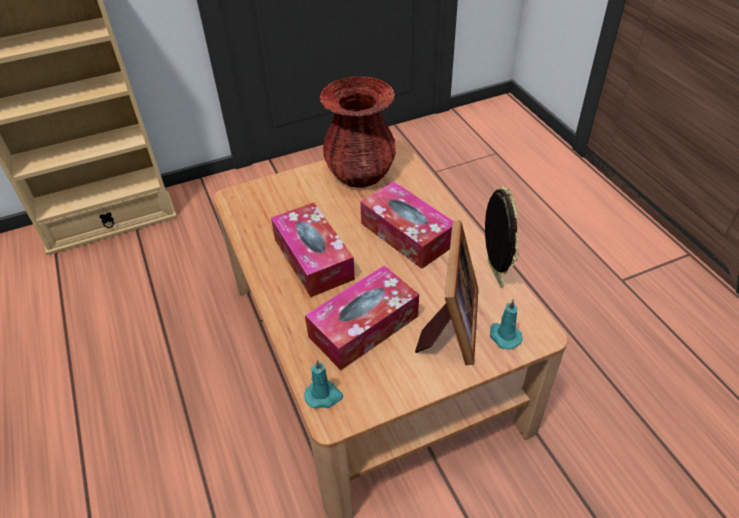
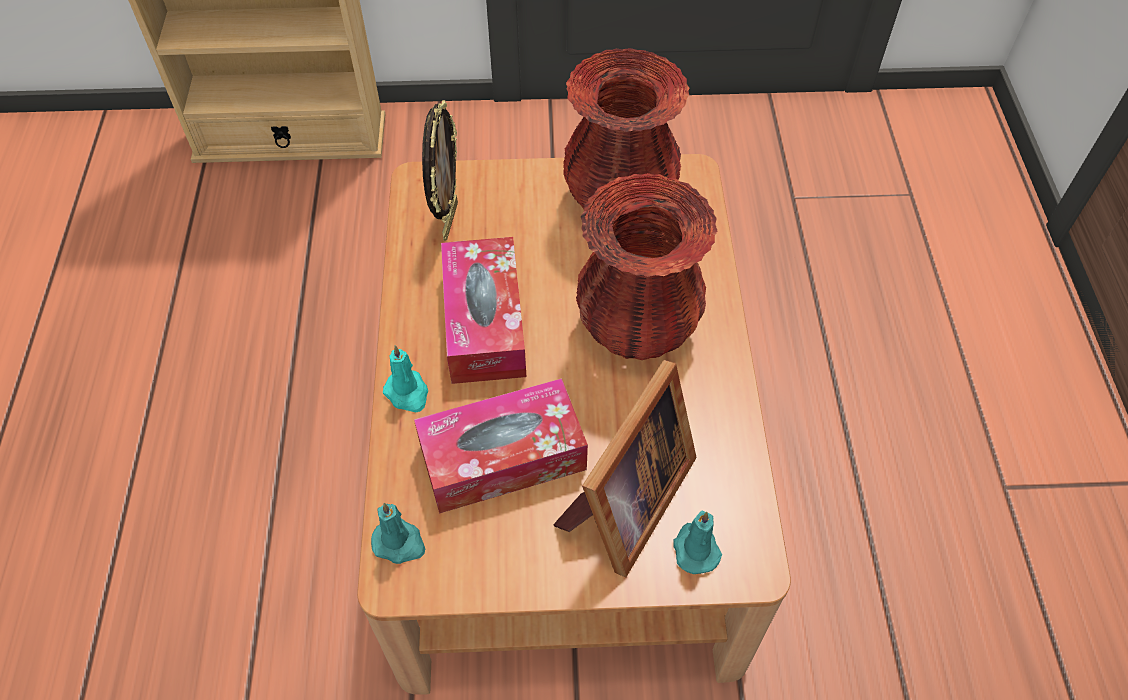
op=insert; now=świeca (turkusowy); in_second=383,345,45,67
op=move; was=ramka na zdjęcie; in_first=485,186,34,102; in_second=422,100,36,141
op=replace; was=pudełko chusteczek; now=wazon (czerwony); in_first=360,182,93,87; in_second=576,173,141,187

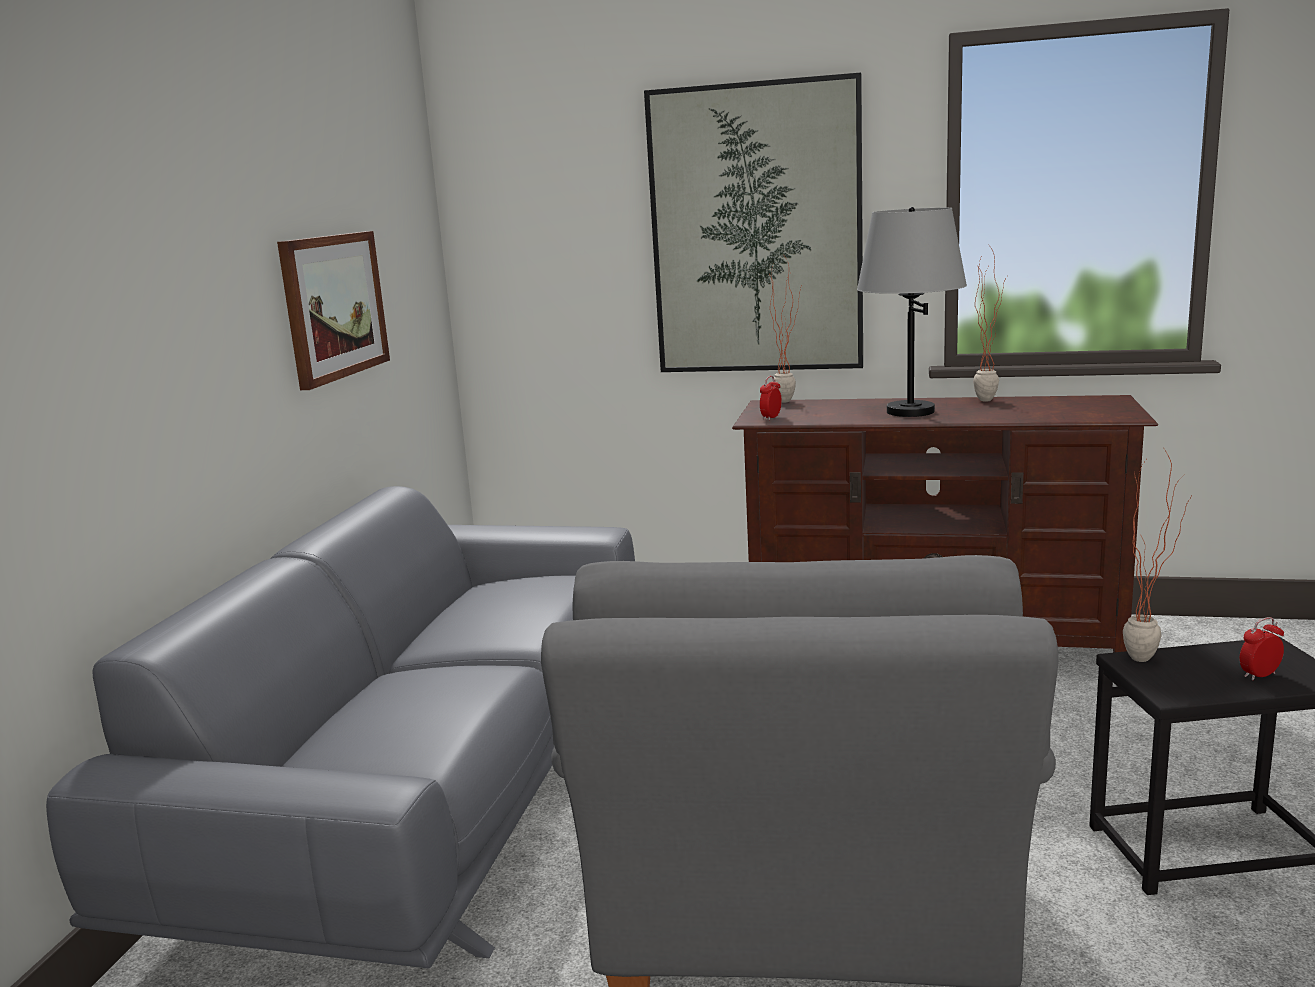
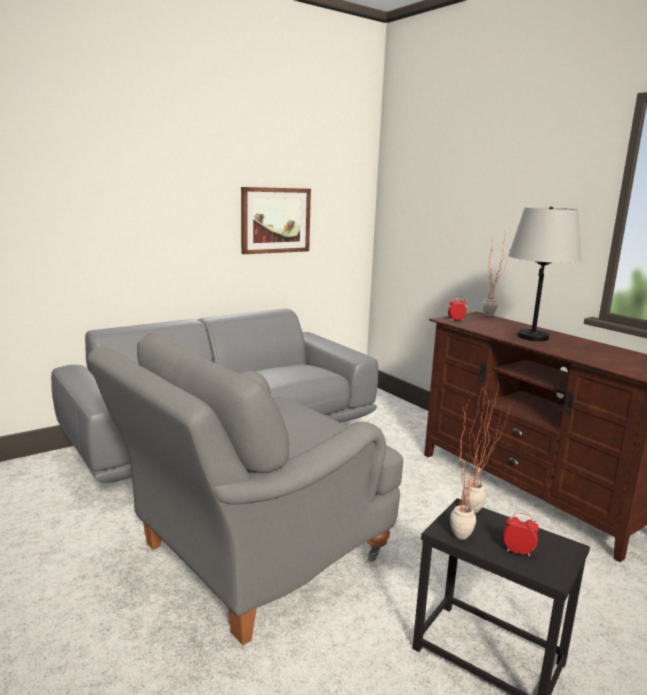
op=move; was=roślina doniczkowa; in_first=973,248,34,154; in_second=450,390,51,150
op=delete; was=obraz; in_first=644,72,219,300

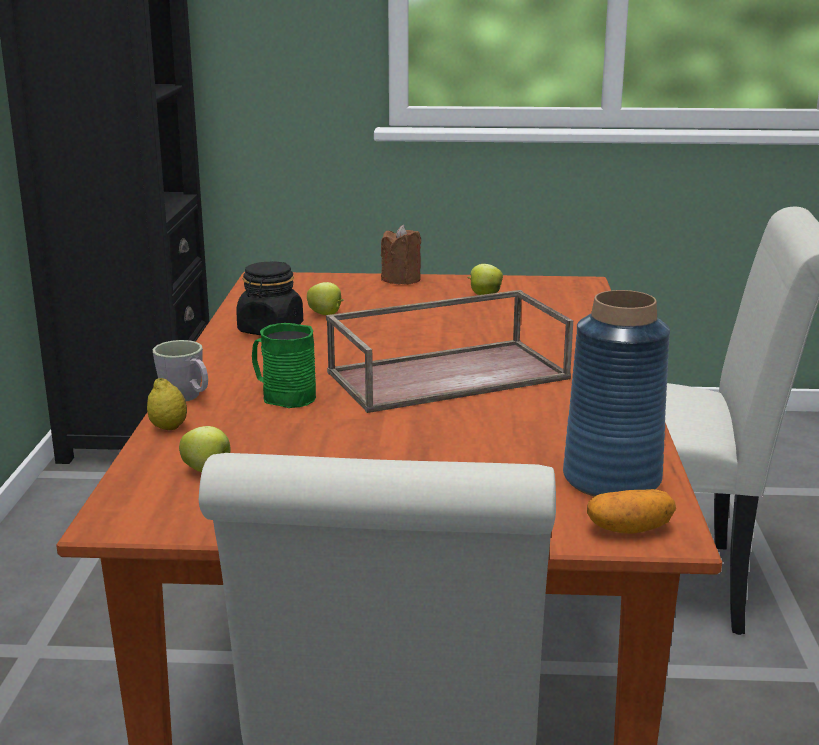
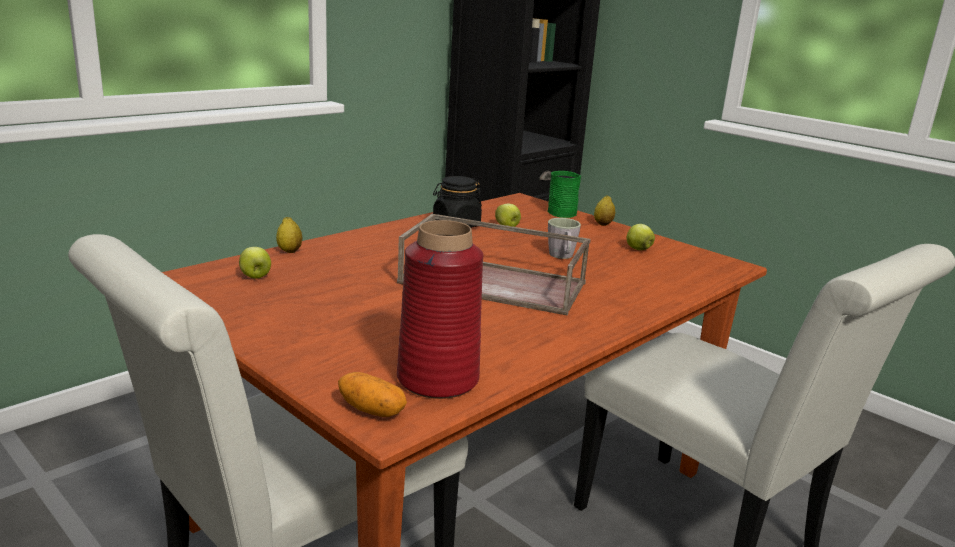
op=recolor; was=wazon (niebieski); now=wazon (czerwony); in_first=563,290,107,207; in_second=397,220,87,179
op=move; was=kubek (zielony); in_first=252,323,64,85; in_second=547,171,34,47
op=move; was=kubek (szary); in_first=153,340,55,61; in_second=548,218,33,41
op=replace; was=świeca (brązowy); now=cytryna; in_first=381,225,40,60; in_second=594,196,21,30

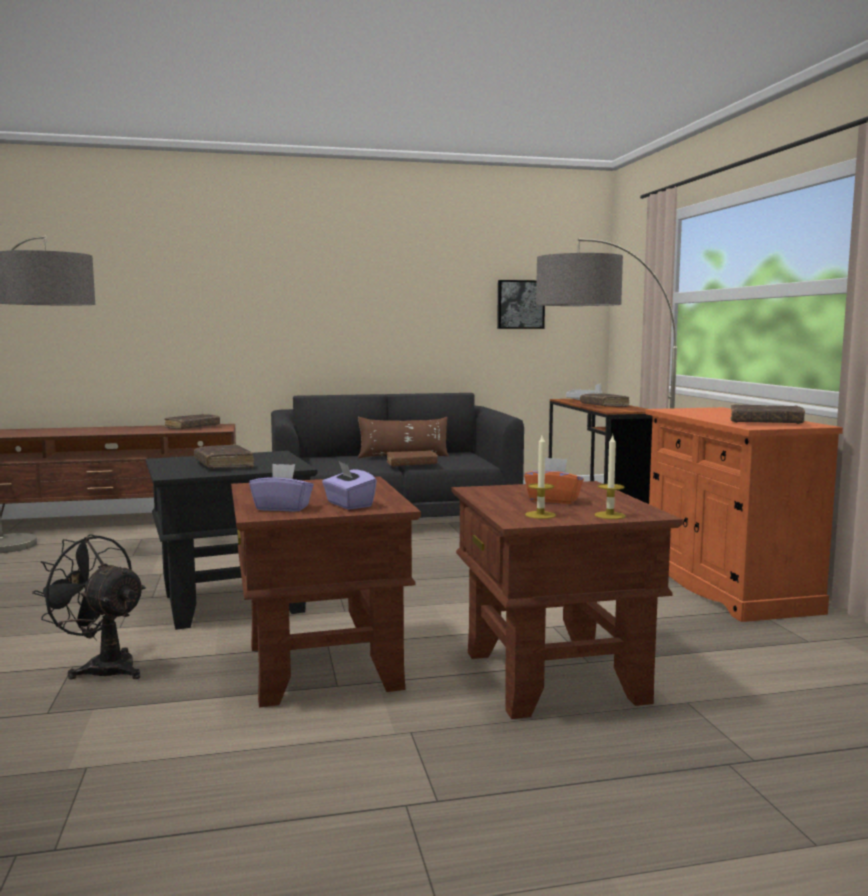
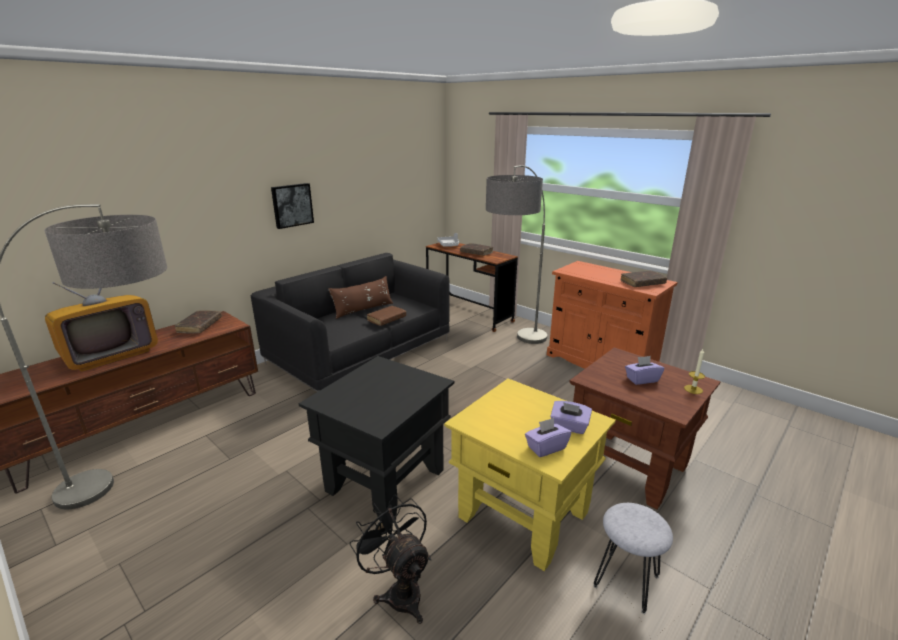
op=insert; now=telewizor; in_second=45,282,113,89
op=move; was=obraz; in_first=497,280,48,49; in_second=271,183,43,46
op=rotate; was=wentylator (czarny); in_first=32,535,114,145; in_second=350,495,81,129; clockwise=60
op=recolor; was=stolik (brązowy); now=stolik (żółty); in_first=231,476,190,231; in_second=444,378,172,193
op=insert; now=stołek (szary); in_second=593,503,80,111
op=recolor; was=pudełko chusteczek (pomarańczowy); now=pudełko chusteczek (fioletowy); in_first=524,457,60,47; in_second=625,356,39,29
op=delete; was=książka (brązowy); in_first=194,444,60,25
op=delete; was=świeca; in_first=525,435,31,84

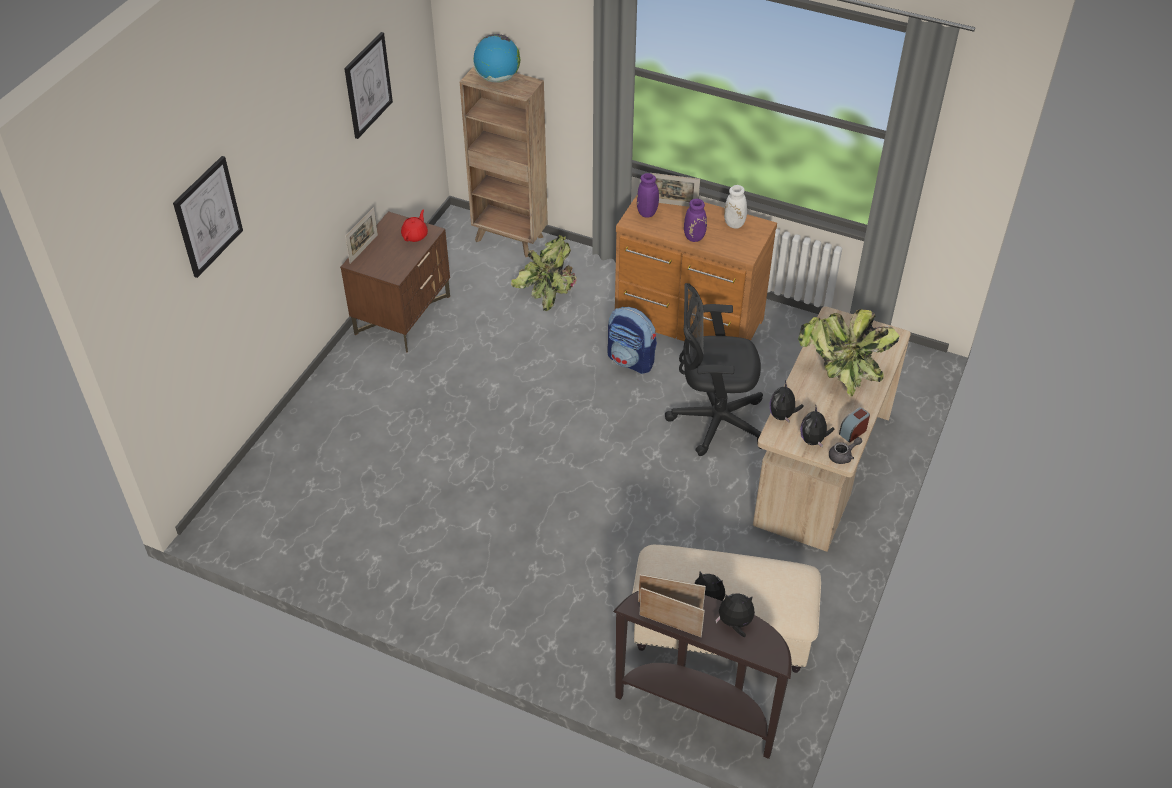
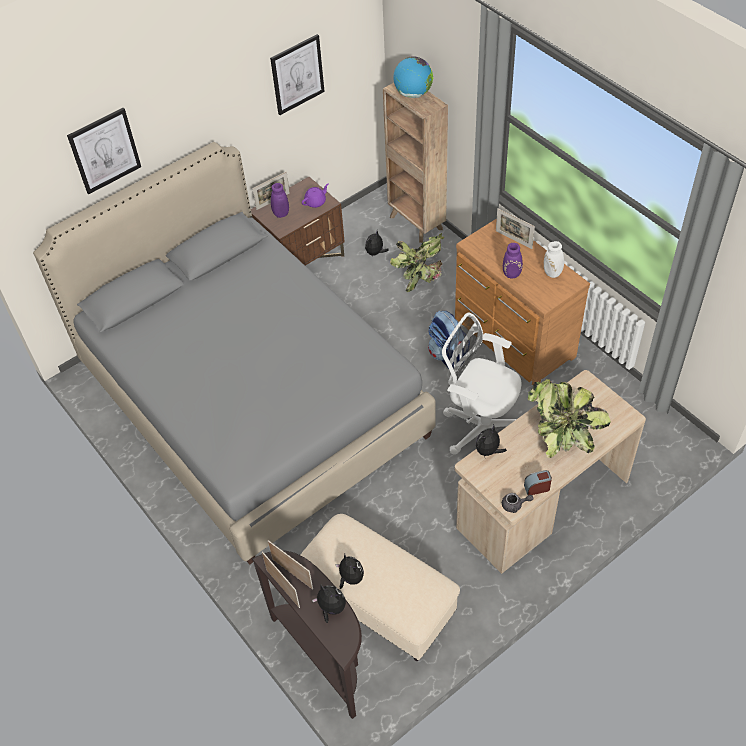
op=insert; now=łóżko (szary); in_second=33,142,403,423
op=move; was=wazon (fioletowy); in_first=637,173,22,45; in_second=271,183,18,35
op=recolor; was=imbryk (czerwony); now=imbryk (fioletowy); in_first=401,210,27,32; in_second=302,184,26,24
op=move; was=pluszak; in_first=800,407,34,41; in_second=365,231,24,25
op=recolor; was=krzesło biurowe (czarny); now=krzesło biurowe (biały); in_first=665,283,98,173; in_second=442,313,79,141

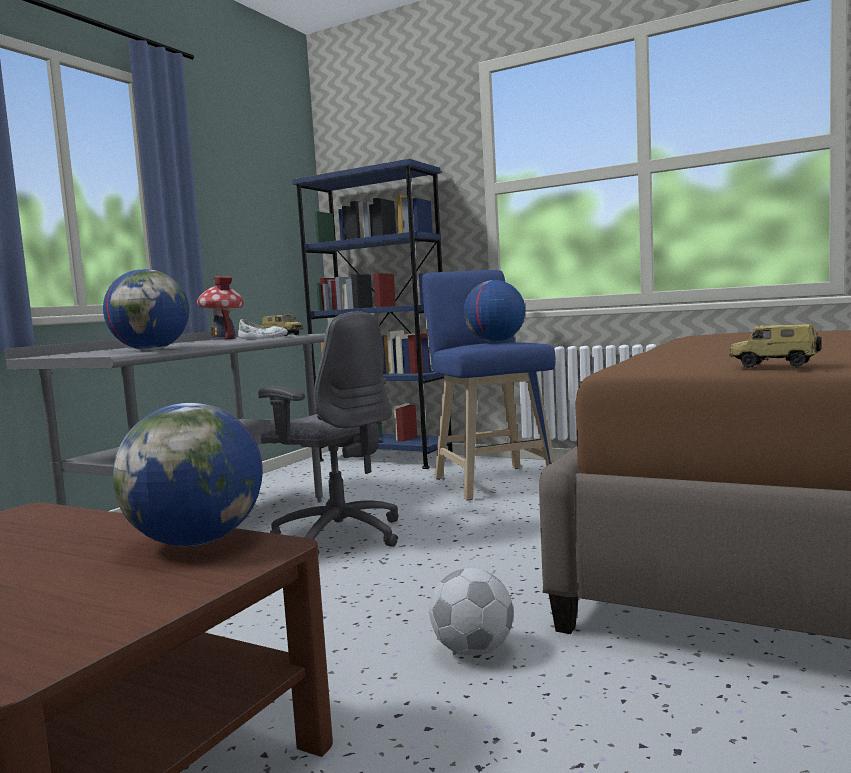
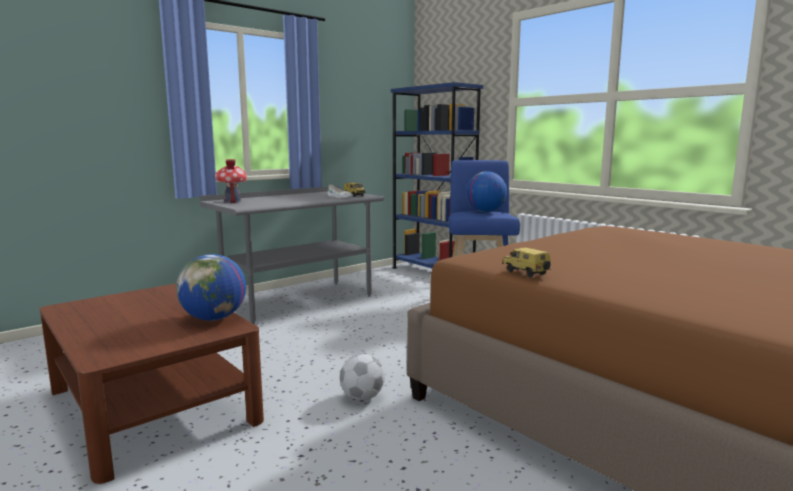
op=move; was=domek; in_first=197,276,47,64; in_second=215,159,32,44
op=delete; was=globus; in_first=103,269,86,81
op=delete; was=krzesło biurowe (szary); in_first=258,311,141,243

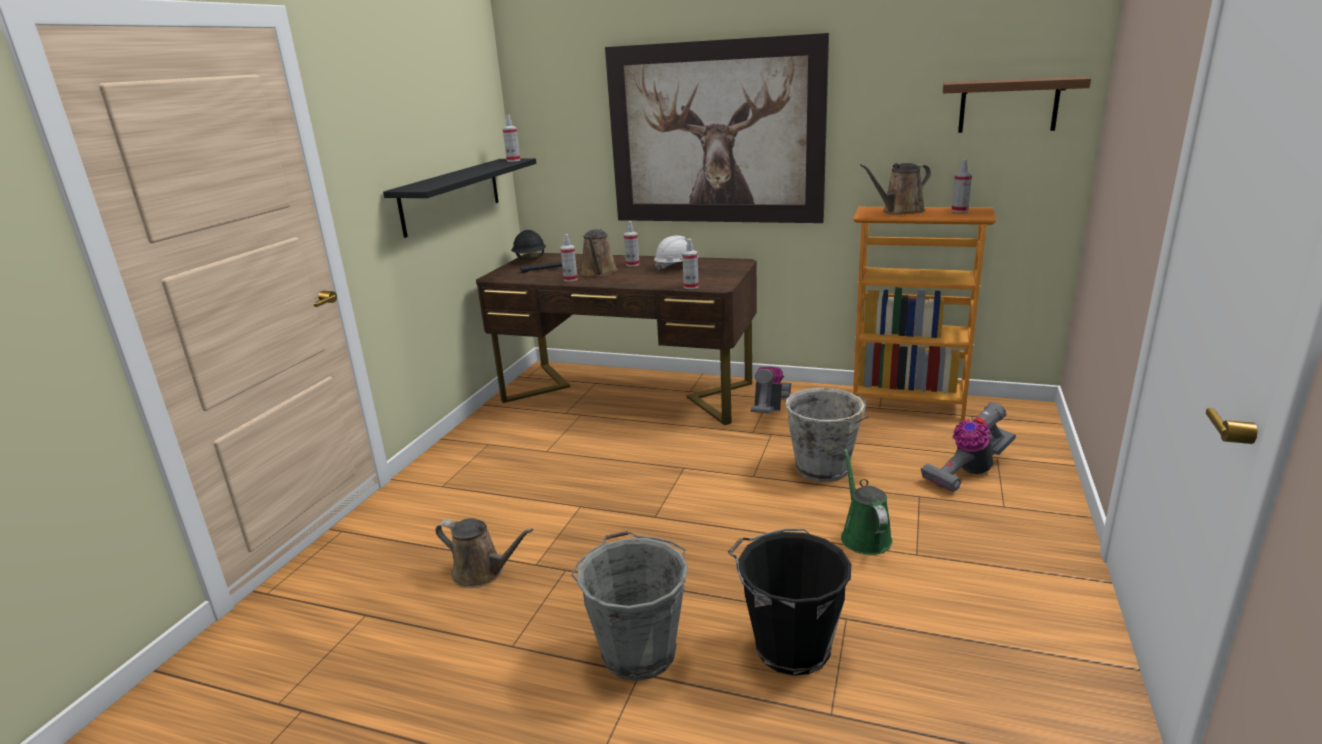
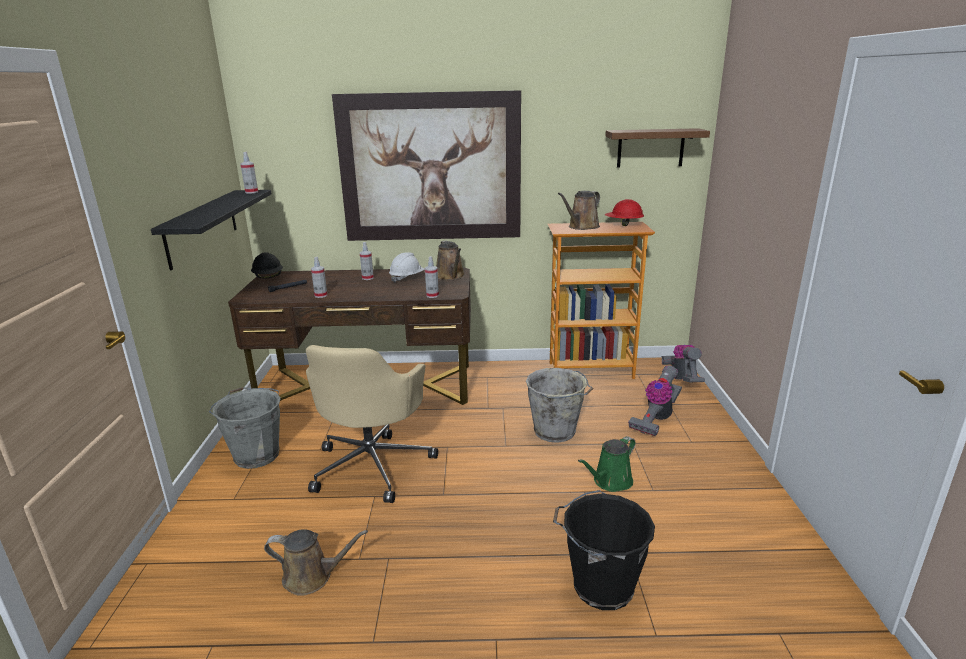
op=move; was=wiadro (szary); in_first=571,531,117,150; in_second=209,387,72,82
op=insert; now=krzesło biurowe (beżowy); in_second=306,345,132,158
op=move; was=konewka (brązowy); in_first=581,229,37,48; in_second=436,240,29,40
op=rotate; was=konewka (zielony); in_first=841,449,52,106; in_second=578,436,57,56; clockwise=-105
op=replace; was=spryskiwacz; now=kask (czerwony); in_first=952,159,20,54; in_second=605,199,39,27
op=move; was=odkurzacz; in_first=751,367,40,46; in_second=662,345,43,37

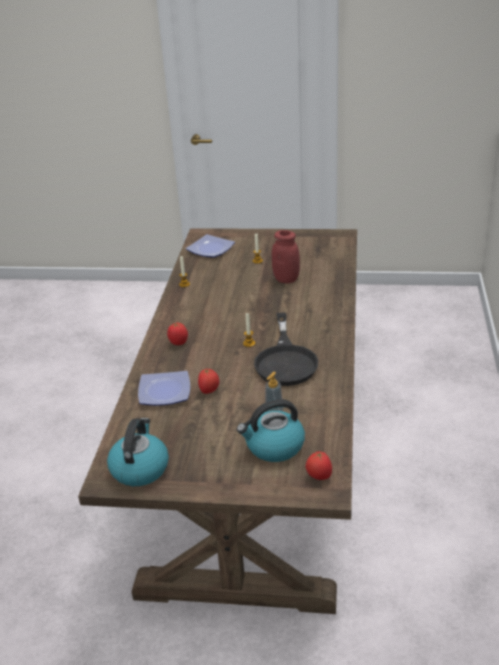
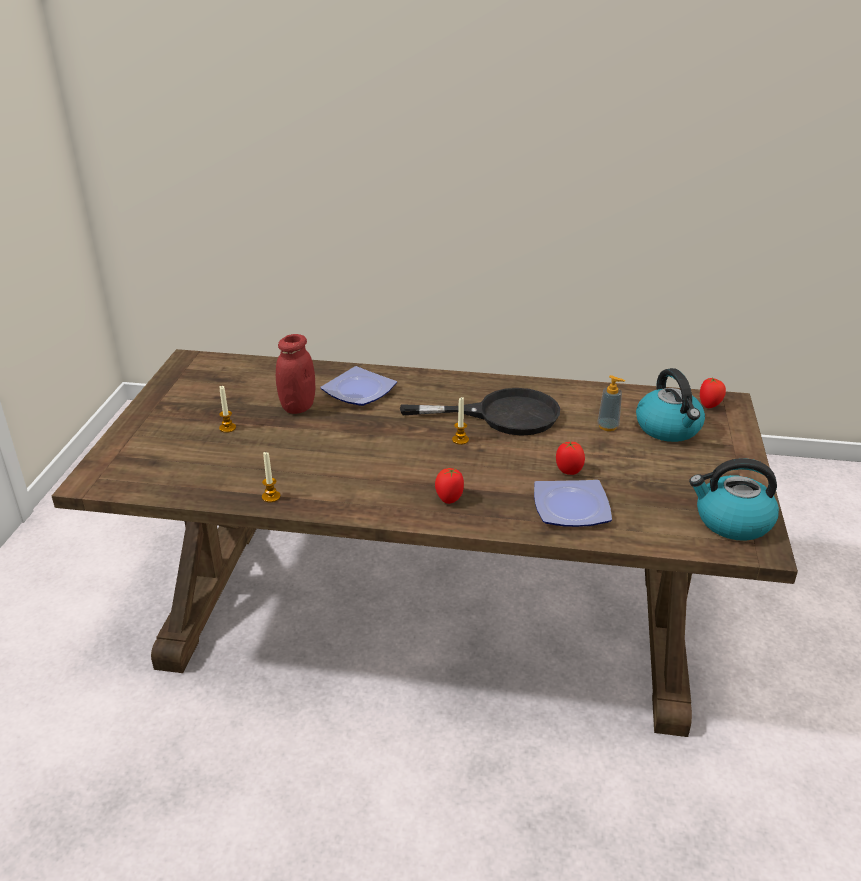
op=move; was=talerz; in_first=186,234,49,24; in_second=320,366,77,40

